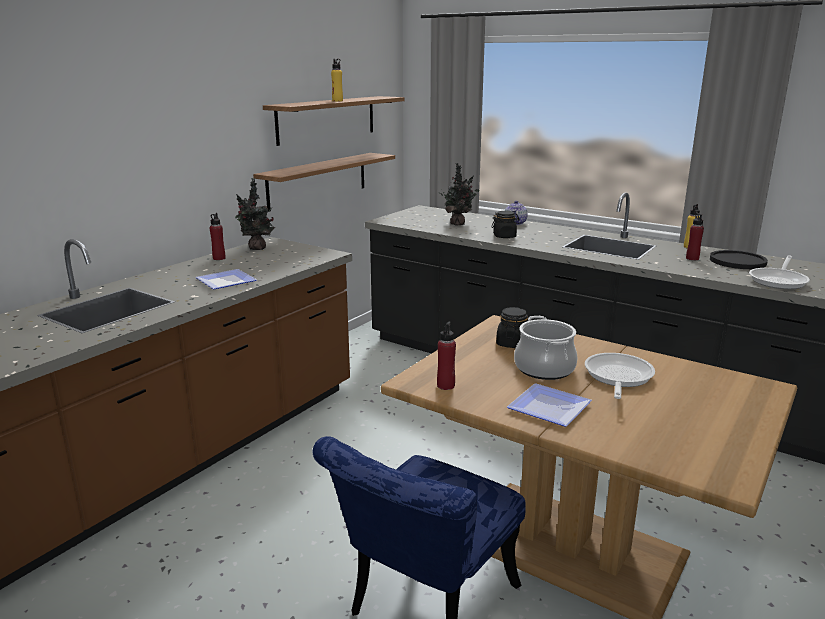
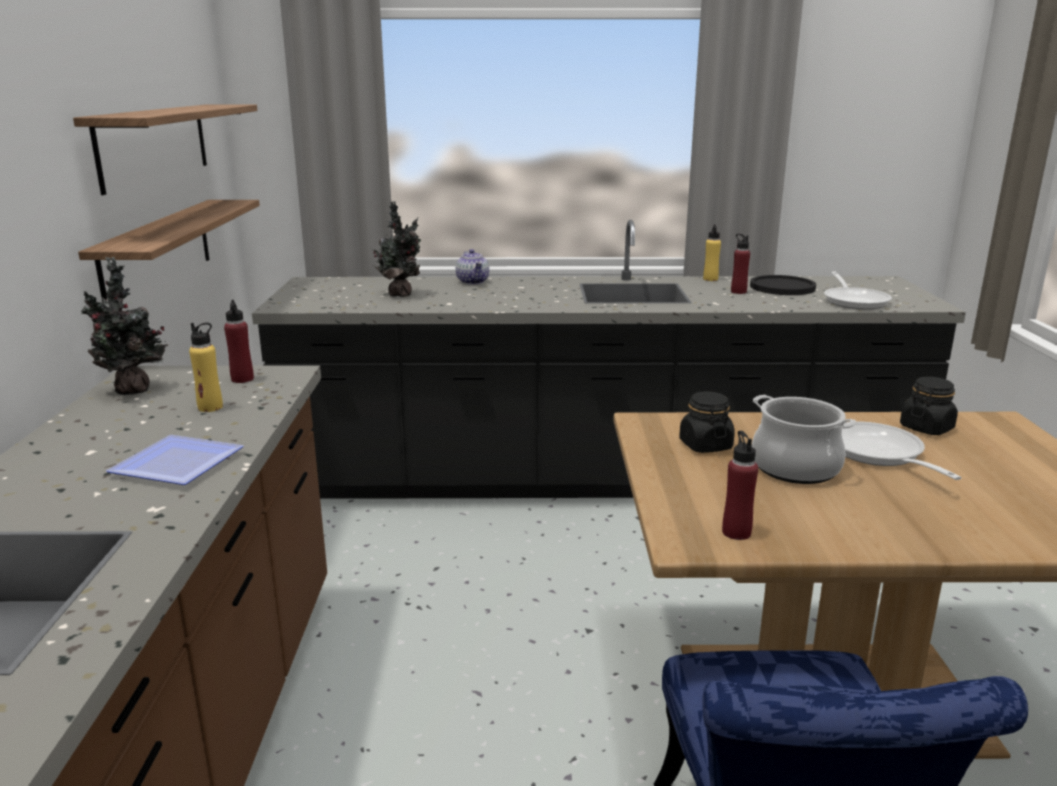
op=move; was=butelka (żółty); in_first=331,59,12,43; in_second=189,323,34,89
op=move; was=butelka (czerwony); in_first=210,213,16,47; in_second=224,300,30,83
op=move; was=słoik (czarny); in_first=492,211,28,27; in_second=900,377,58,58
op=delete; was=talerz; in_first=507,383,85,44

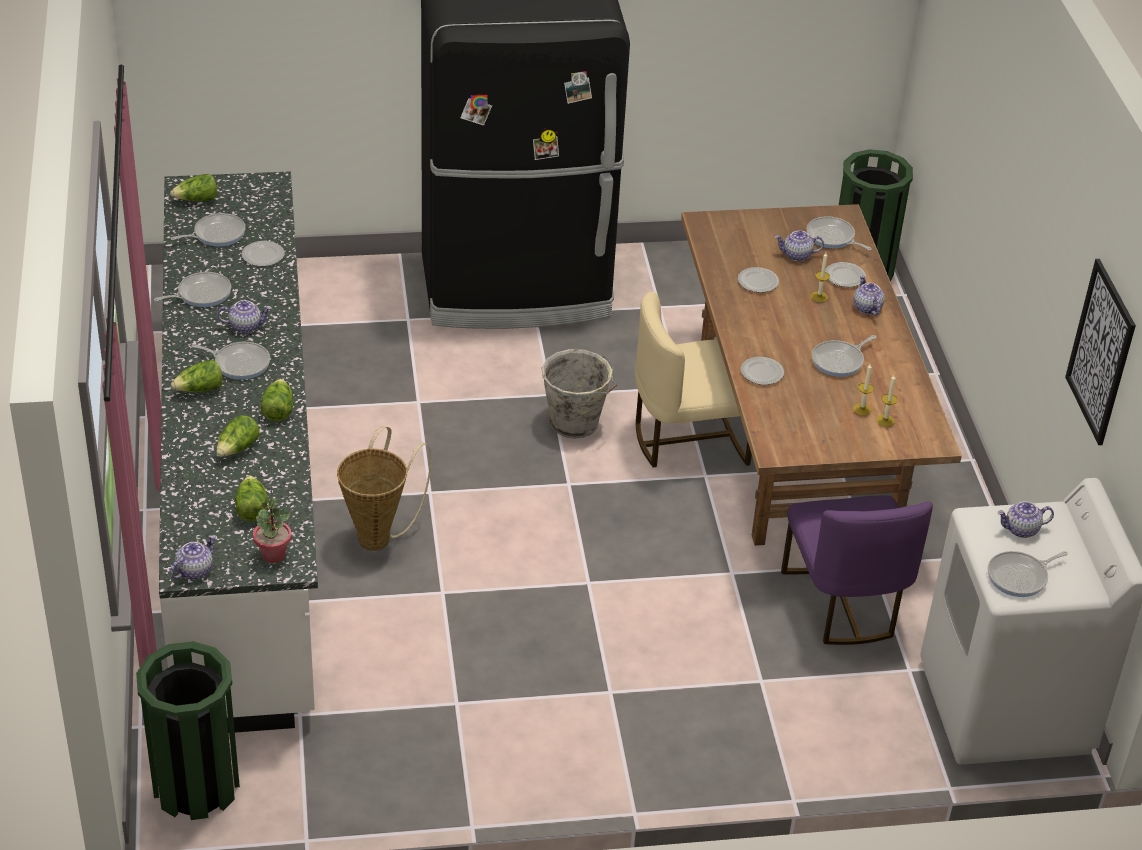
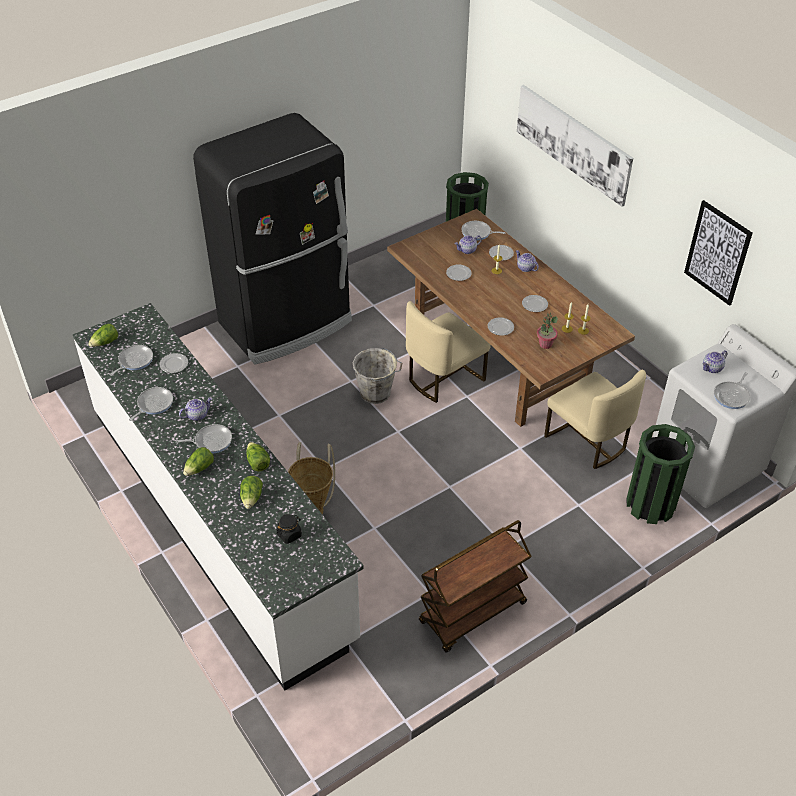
op=replace; was=sałata; now=słoik (czarny); in_first=235,476,34,46; in_second=277,514,25,30
op=insert; now=wózek (brązowy); in_second=419,520,113,133
op=insert; now=obraz; in_second=517,85,116,122
op=replace; was=patelnia; now=talerz; in_first=812,335,64,42; in_second=522,295,26,17
op=move; was=roślina doniczkowa; in_first=253,498,39,65; in_second=537,313,21,36
op=recolor; was=krzesło (fioletowy); now=krzesło (beżowy); in_first=781,495,152,150; in_second=544,370,102,99
op=move; was=kosz na śmieci (zielony); in_first=136,641,104,179; in_second=626,424,69,100
op=delete; was=imbryk; in_first=170,535,47,44

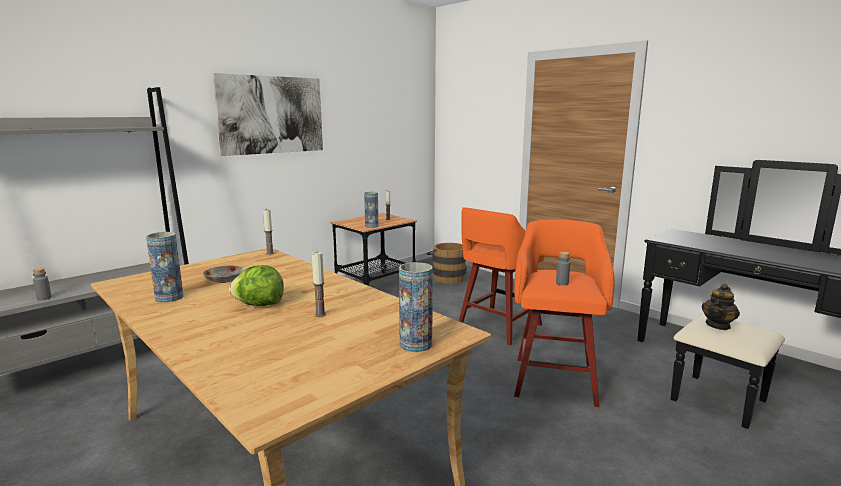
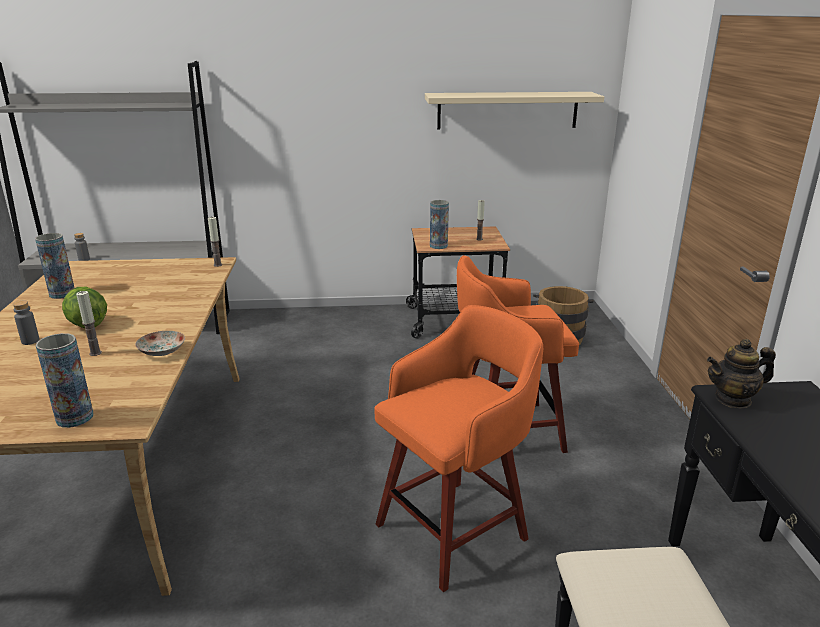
op=move; was=butelka (szary); in_first=556,252,14,33; in_second=13,300,27,45
op=move; was=talerz; in_first=203,266,41,17; in_second=135,331,50,25
op=insert; now=półka (beżowy); in_second=425,92,179,37
op=move; was=imbryk; in_first=702,283,38,47; in_second=707,339,69,70
op=delete; was=obraz; in_first=213,73,110,83

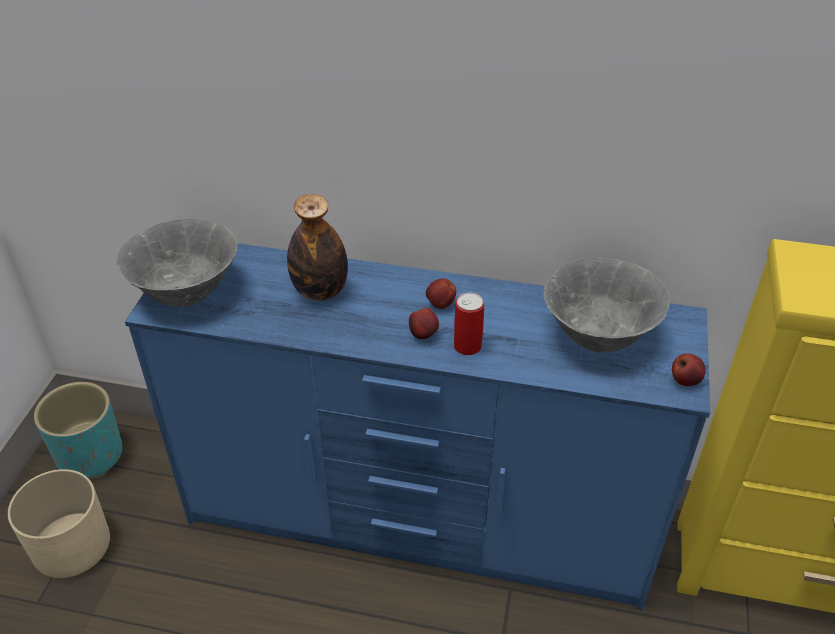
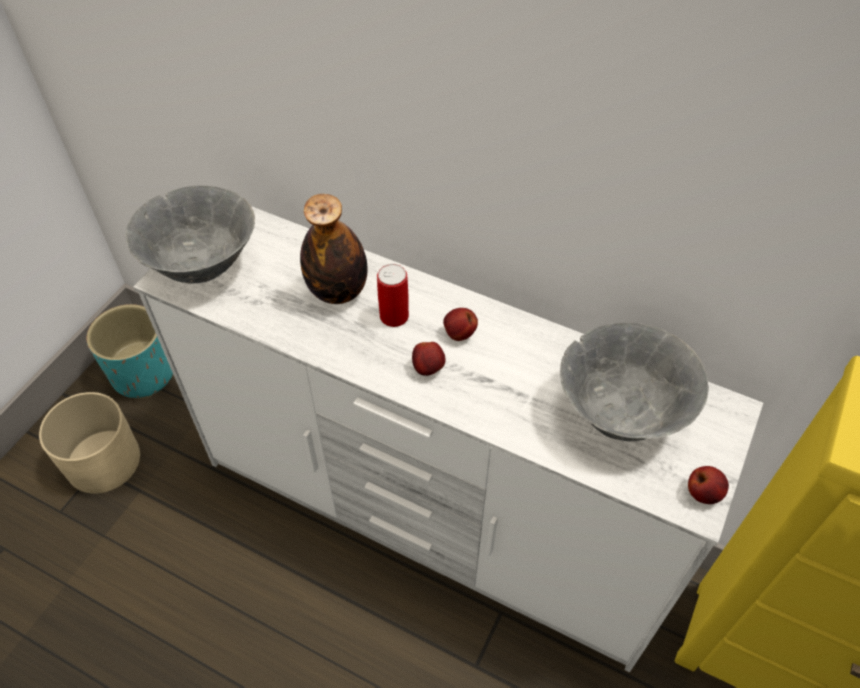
op=recolor; was=komoda (niebieski); now=komoda (biały); in_first=125,243,585,368; in_second=133,206,630,467
op=move; was=puszka; in_first=454,292,30,63; in_second=377,264,32,63

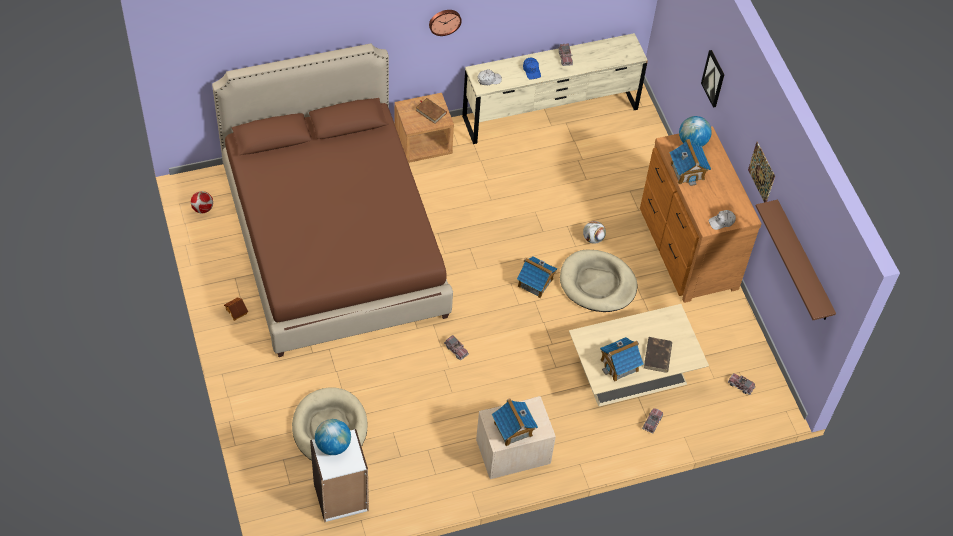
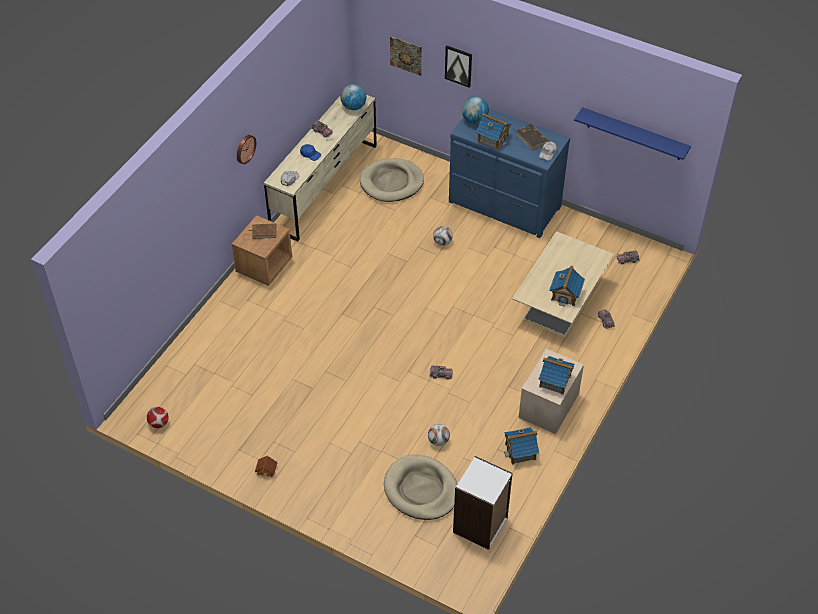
op=move; was=globus; in_first=315,419,36,36; in_second=340,84,26,26
op=move; was=legowisko (beżowy); in_first=560,250,78,62; in_second=360,158,64,44
op=move; was=obraz; in_first=748,142,27,60; in_second=390,36,32,40
op=insert; now=piłka futbolowa; in_second=428,424,22,22
op=recolor; was=komoda (brązowy); now=komoda (niebieski); in_first=640,126,122,177; in_second=449,108,121,130
op=move; was=domek; in_first=517,256,40,42; in_second=504,427,35,38
op=move; was=książka (brązowy); in_first=644,337,28,36; in_second=516,124,33,26
op=recolor; was=półka (brązowy); now=półka (niebieski); in_first=756,200,80,120; in_second=574,107,117,53
op=delete; was=łóżko (brązowy); in_first=212,43,241,314

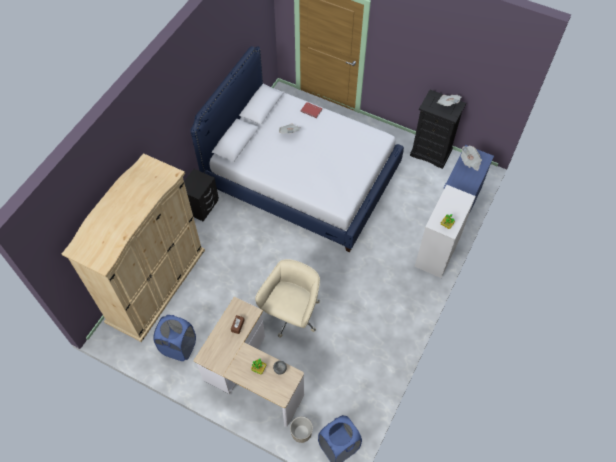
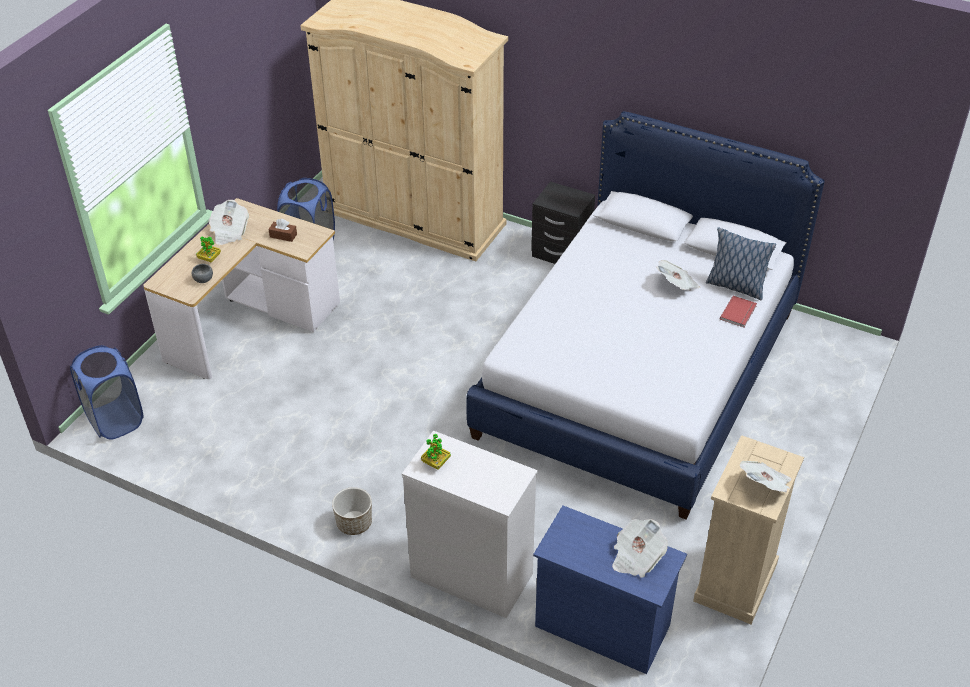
op=insert; now=gazeta; in_second=208,200,41,45
op=move; was=donica; in_first=290,417,23,26; in_second=332,487,40,48
op=recolor; was=komoda (czarny); now=komoda (beżowy); in_first=410,90,56,79; in_second=693,435,111,189
op=insert; now=poduszka; in_second=706,227,70,73
op=delete; was=krzesło biurowe (beżowy); in_first=255,259,65,79

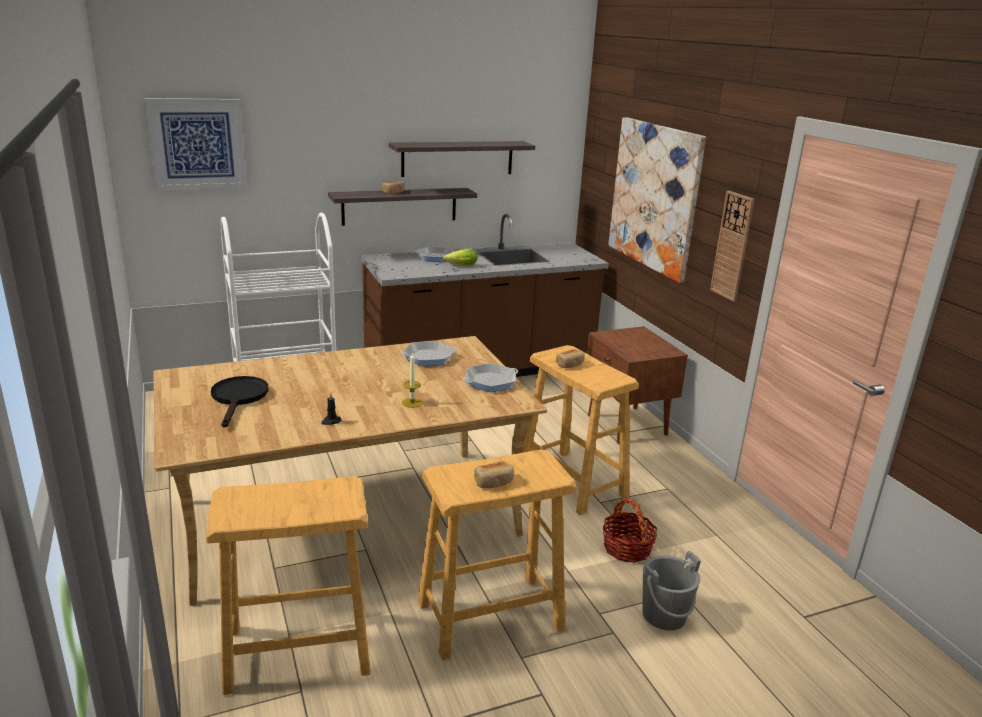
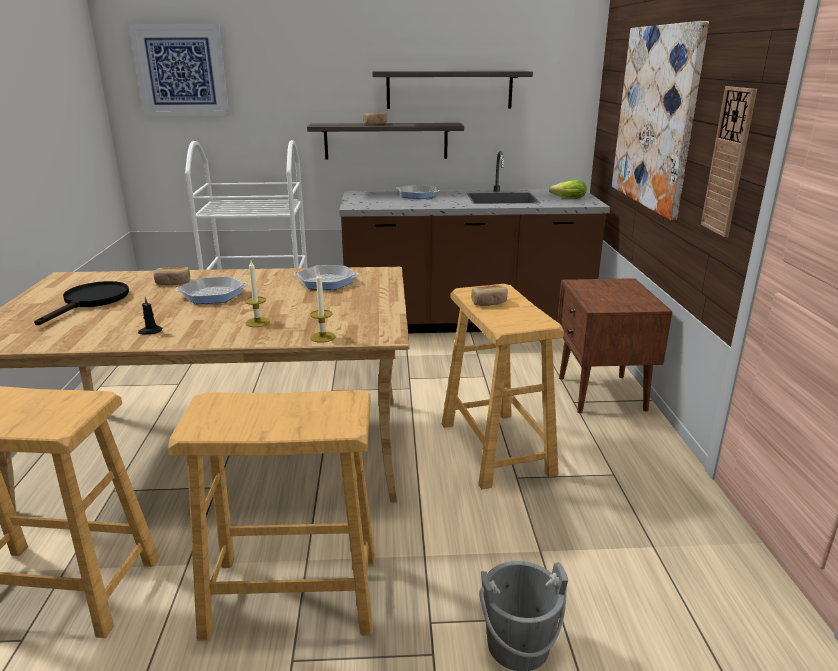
op=move; was=chleb; in_first=474,461,40,28; in_second=154,267,36,18
op=move; was=patelnia; in_first=463,363,55,29; in_second=175,276,73,28
op=insert; now=świeca; in_second=310,271,26,71
op=move; was=sałata; in_first=443,249,35,16; in_second=549,180,38,18
op=delete; was=koszyk; in_first=603,497,54,66

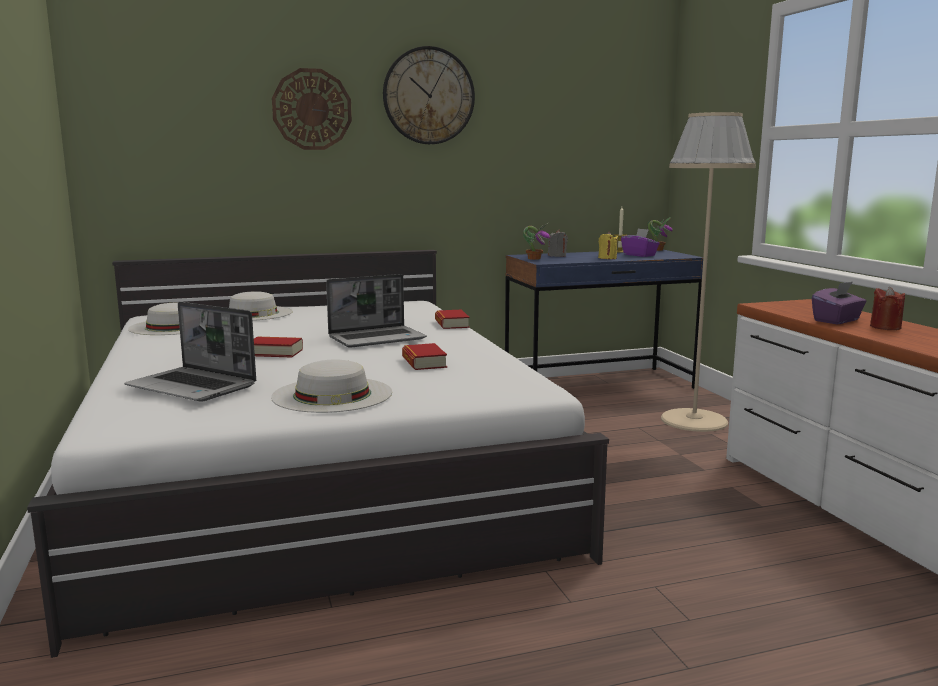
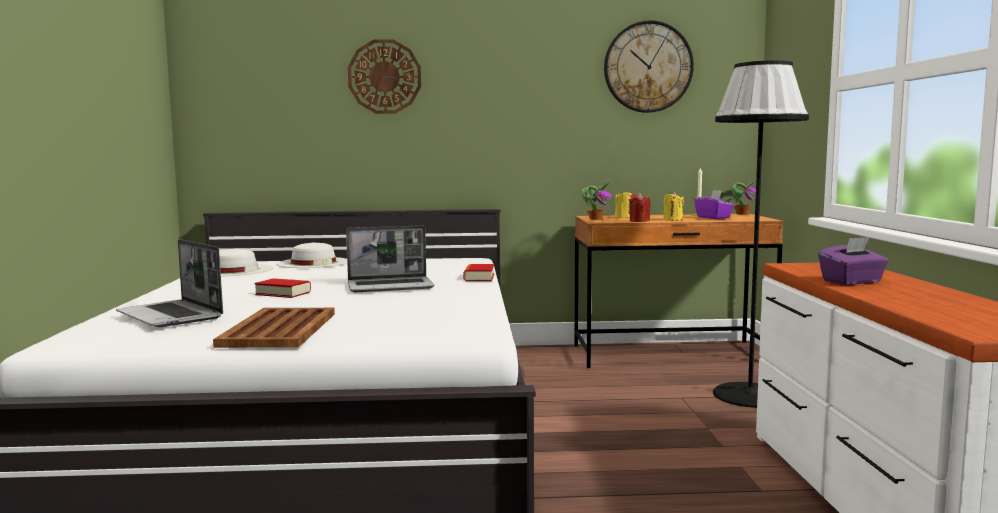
op=replace; was=kapelusz (biały); now=taca (brązowy); in_first=271,359,121,54; in_second=213,308,122,40
op=recolor; was=biurko (niebieski); now=biurko (brązowy); in_first=505,250,198,139; in_second=574,214,210,154
op=move; was=zegar ścienny; in_first=383,46,92,98; in_second=604,20,90,93
op=recolor; was=świeca (szary); now=świeca (żółty); in_first=548,230,20,27; in_second=615,190,17,28
op=move; was=świeca (czerwony); in_first=870,287,35,43; in_second=630,193,20,29
op=recolor; was=lampa stojąca (beżowy); now=lampa stojąca (czarny); in_first=661,112,95,320; in_second=713,60,96,348
op=delete; was=książka; in_first=402,343,45,27

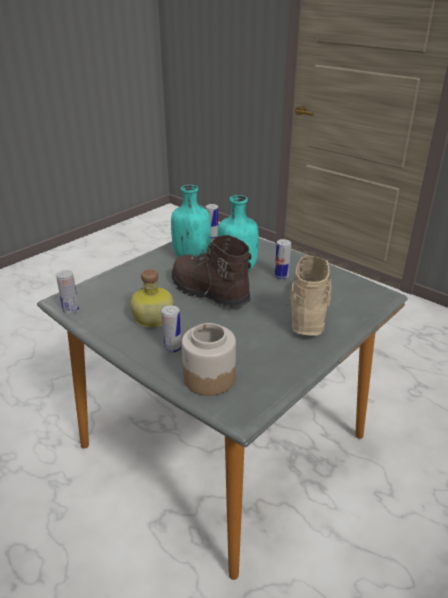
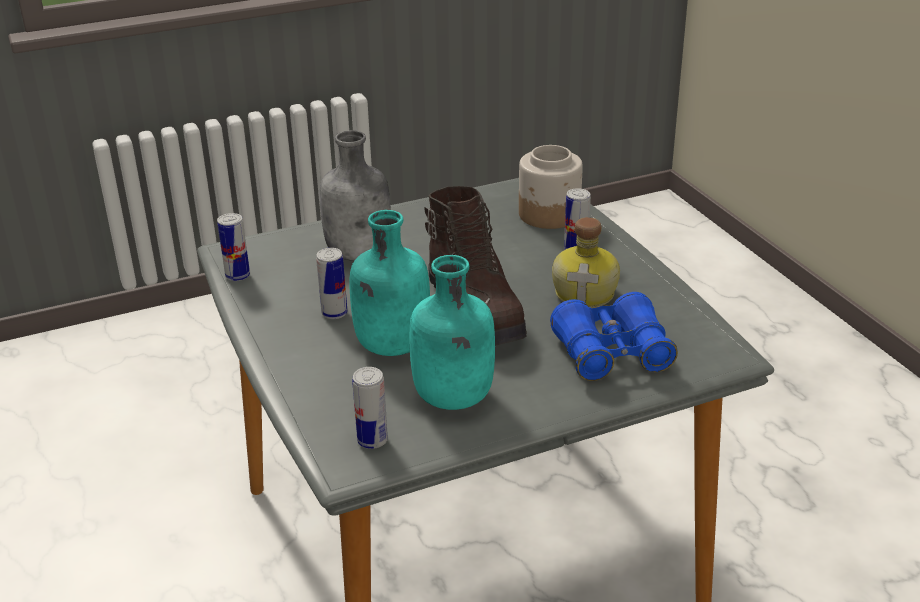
op=move; was=puszka; in_first=56,270,23,44; in_second=217,213,33,68
op=replace; was=but z cholewką (beżowy); now=butelka (szary); in_first=285,256,46,80; in_second=320,130,71,131
op=insert; now=lornetka (niebieski); in_second=550,292,128,89

